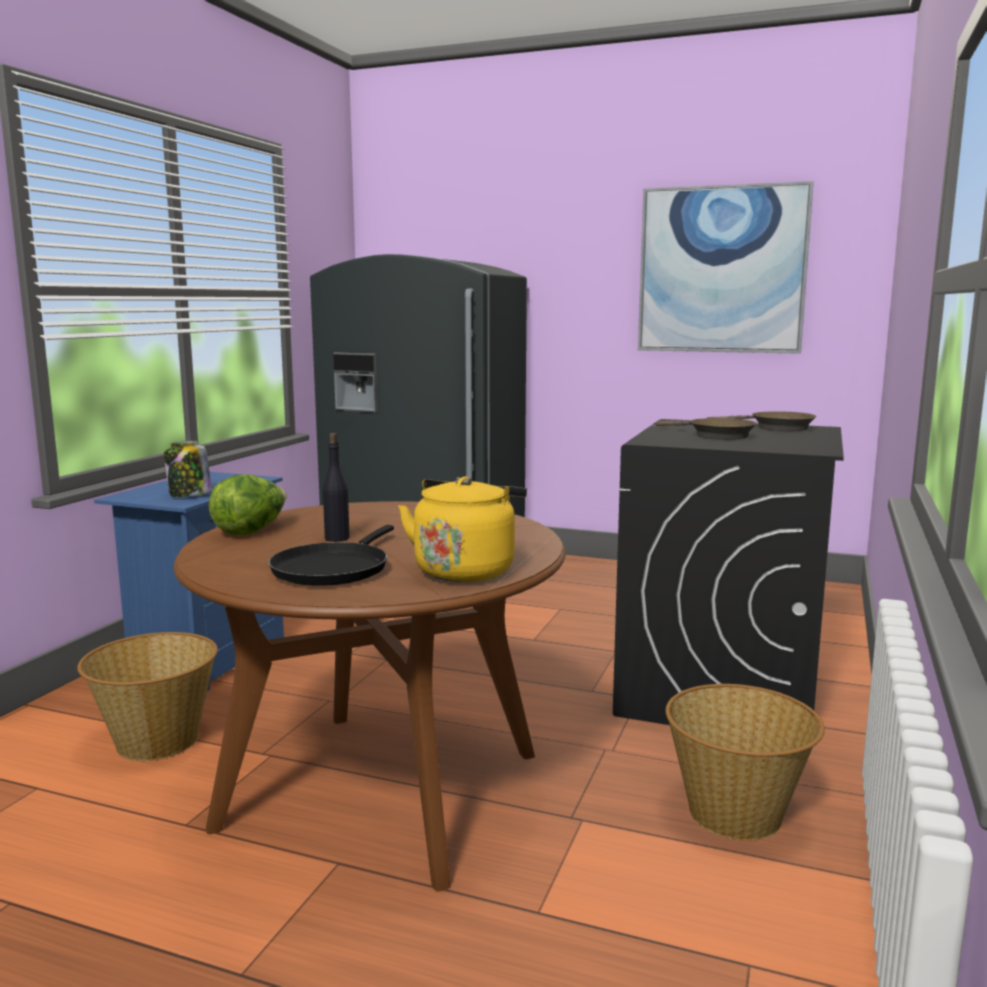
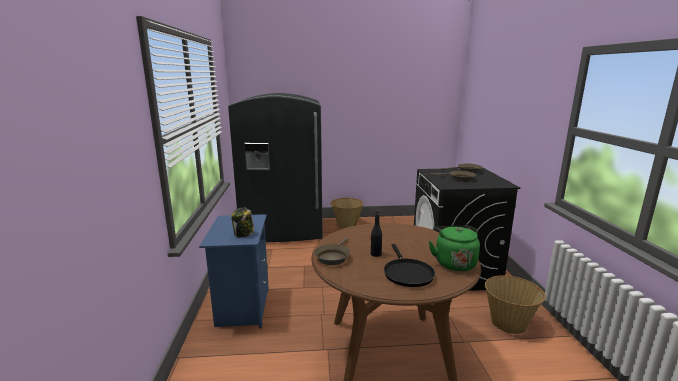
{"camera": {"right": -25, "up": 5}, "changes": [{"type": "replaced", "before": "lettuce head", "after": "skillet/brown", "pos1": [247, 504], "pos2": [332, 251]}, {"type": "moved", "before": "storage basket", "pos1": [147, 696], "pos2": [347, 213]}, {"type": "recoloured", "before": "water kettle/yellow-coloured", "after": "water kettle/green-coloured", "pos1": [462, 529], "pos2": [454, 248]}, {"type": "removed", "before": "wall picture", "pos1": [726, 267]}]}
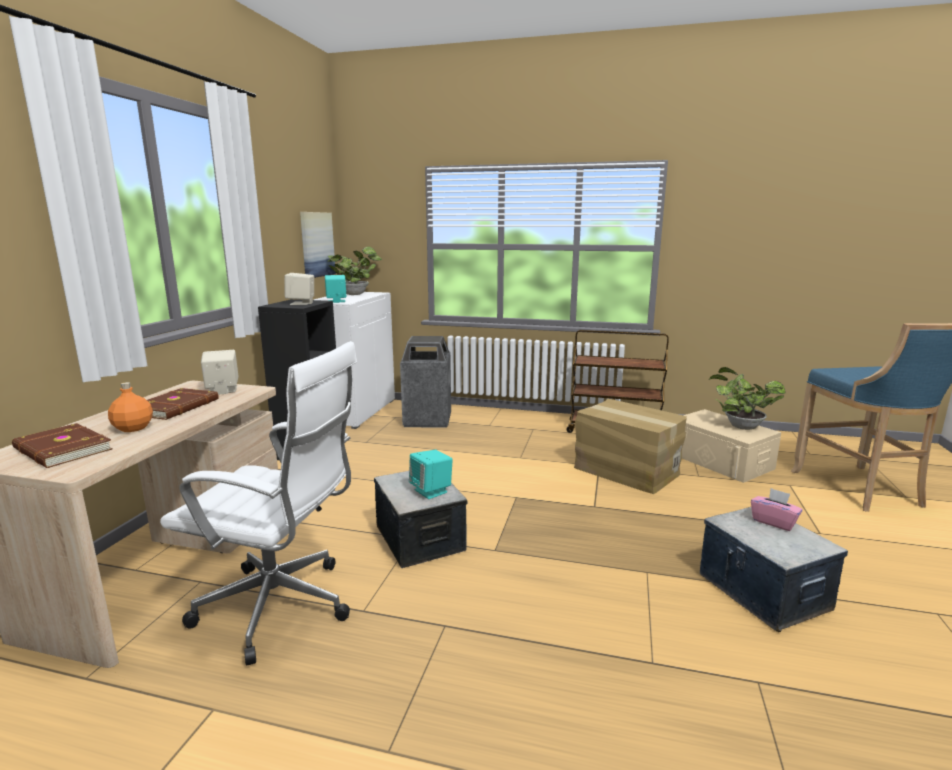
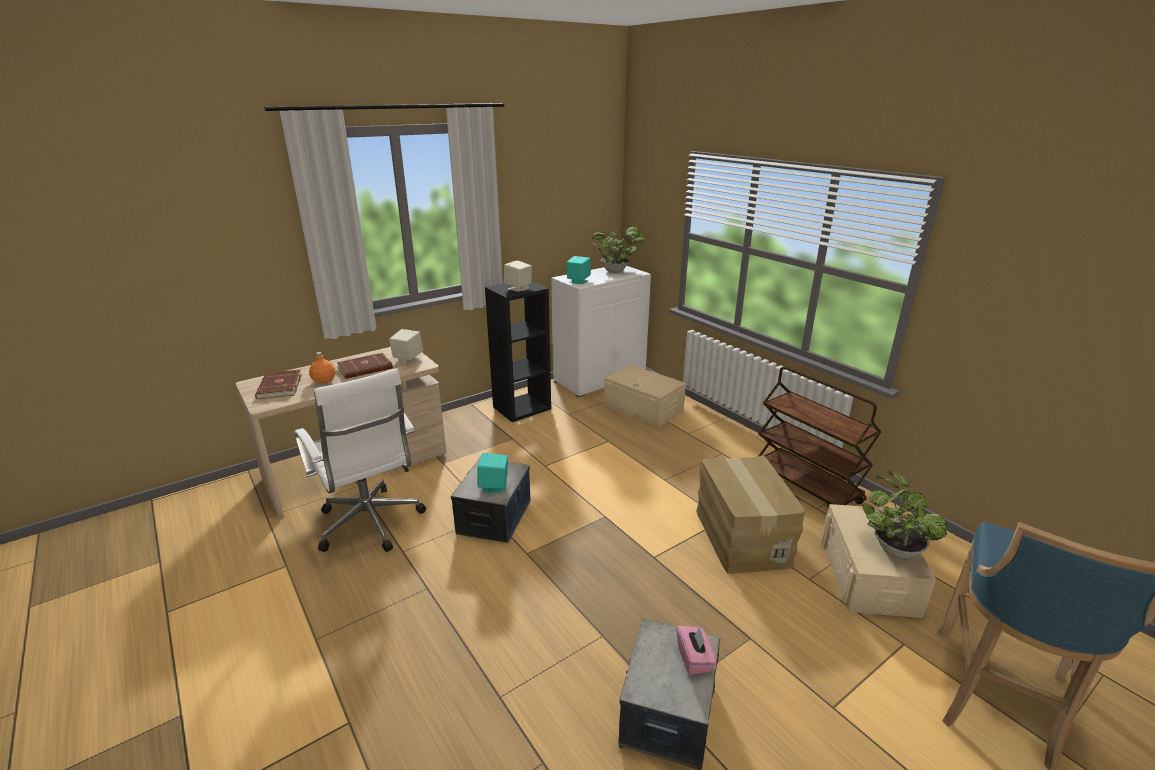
{"camera": {"right": 40, "up": 10}, "changes": [{"type": "replaced", "before": "rubbish bin", "after": "storage bin/beige-coloured", "pos1": [425, 382], "pos2": [645, 396]}, {"type": "removed", "before": "wall picture", "pos1": [318, 245]}]}
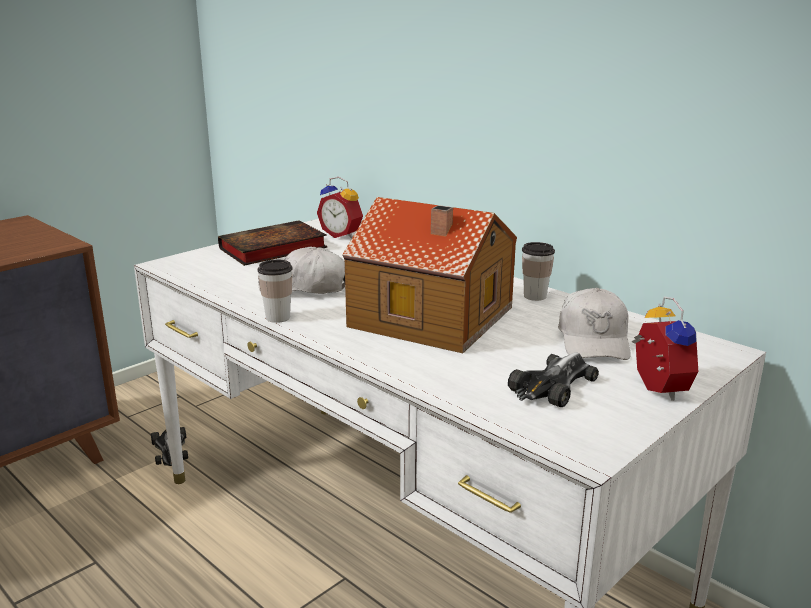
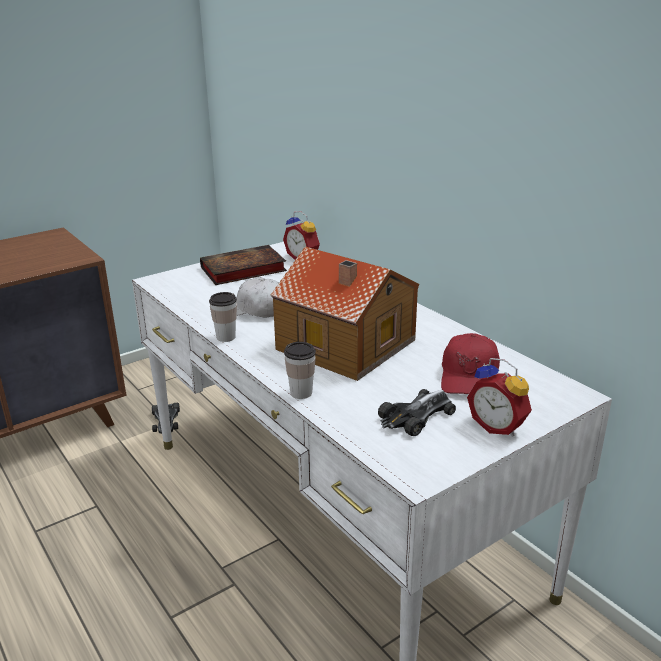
{"camera": {"right": 10, "up": 5}, "changes": [{"type": "moved", "before": "small cup", "pos1": [538, 271], "pos2": [300, 370]}, {"type": "recoloured", "before": "cap/white", "after": "cap/red", "pos1": [594, 324], "pos2": [470, 363]}, {"type": "turned", "before": "table clock", "pos1": [665, 348], "pos2": [499, 397], "turn": 135}]}
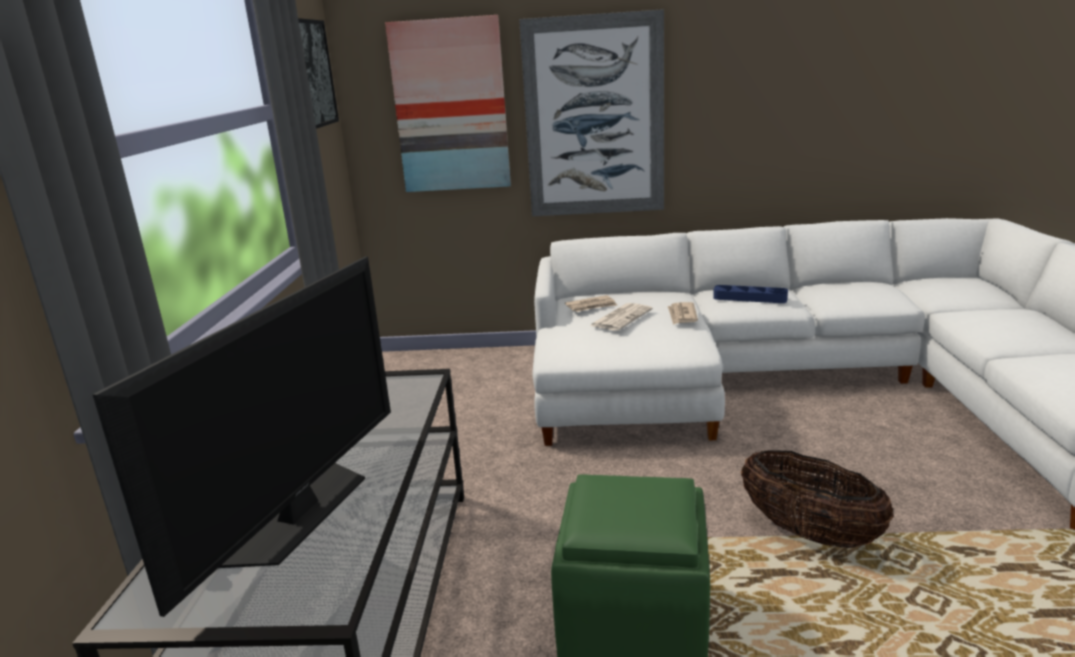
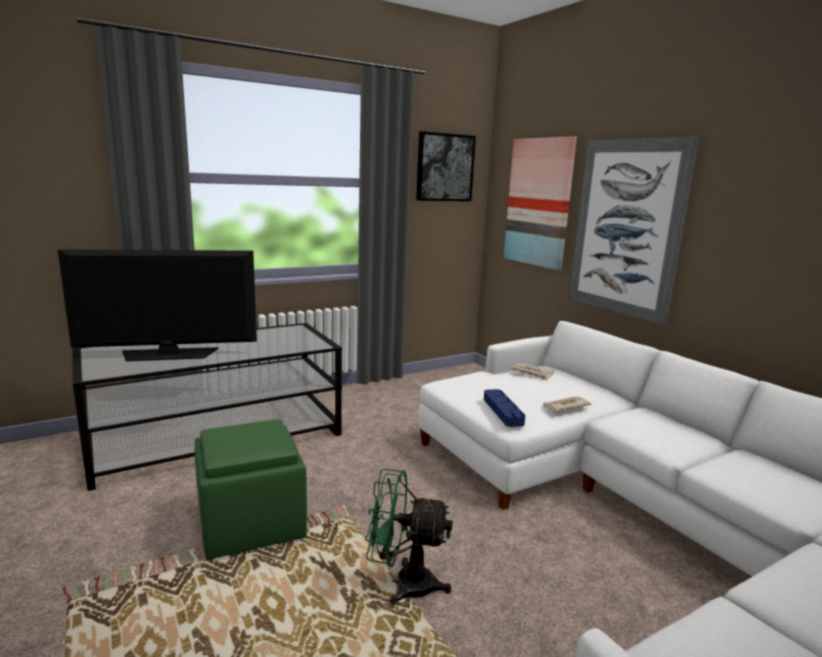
{"camera": {"right": 55, "up": -5}, "changes": [{"type": "replaced", "before": "storage basket", "after": "cooling fan/green-coloured", "pos1": [817, 499], "pos2": [409, 537]}, {"type": "moved", "before": "serving tray/bluish", "pos1": [750, 294], "pos2": [504, 408]}, {"type": "removed", "before": "newspaper", "pos1": [621, 317]}]}
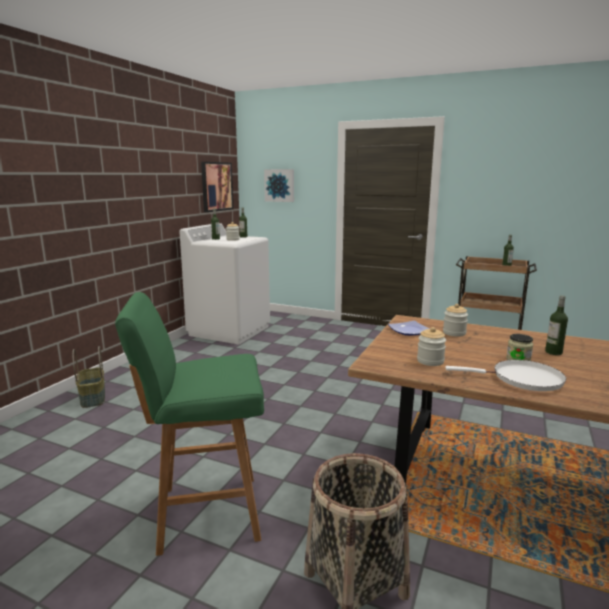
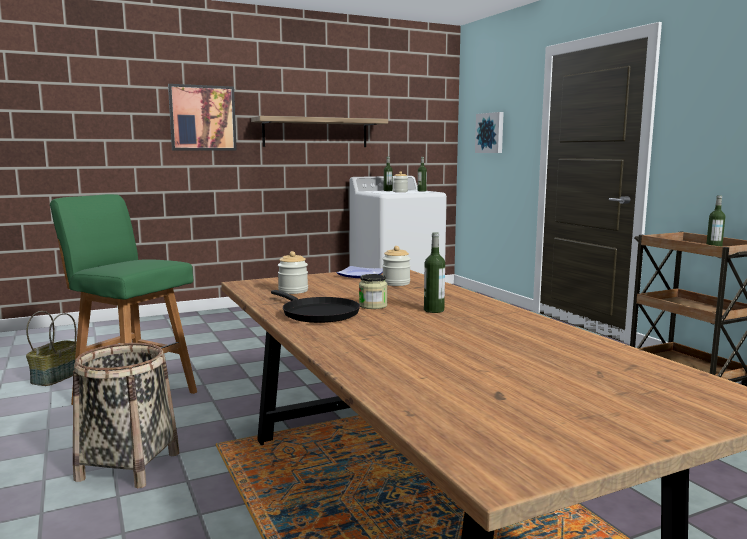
{"camera": {"right": 40, "up": -5}, "changes": [{"type": "moved", "before": "storage basket", "pos1": [88, 377], "pos2": [51, 348]}, {"type": "moved", "before": "wall picture", "pos1": [217, 187], "pos2": [202, 117]}, {"type": "added", "after": "shelf", "pos2": [319, 131]}, {"type": "recoloured", "before": "skillet/white", "after": "skillet/black-coloured", "pos1": [505, 375], "pos2": [315, 306]}]}
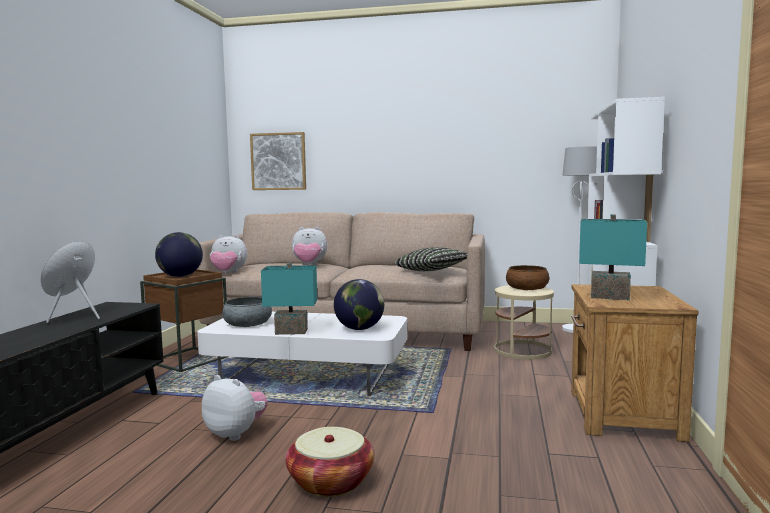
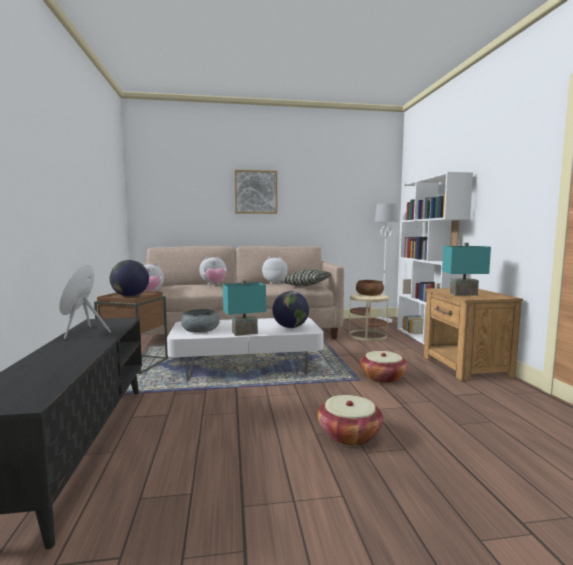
{"camera": {"right": -20, "up": 0}, "changes": [{"type": "moved", "before": "wall picture", "pos1": [278, 161], "pos2": [255, 192]}, {"type": "moved", "before": "cuddly toy", "pos1": [235, 408], "pos2": [275, 270]}, {"type": "added", "after": "storage basket", "pos2": [384, 367]}]}
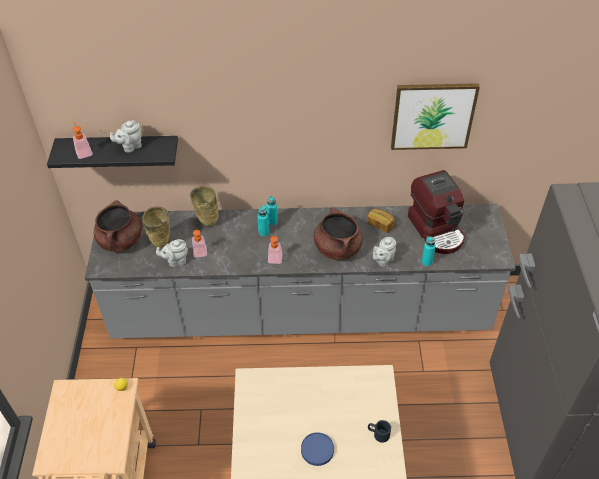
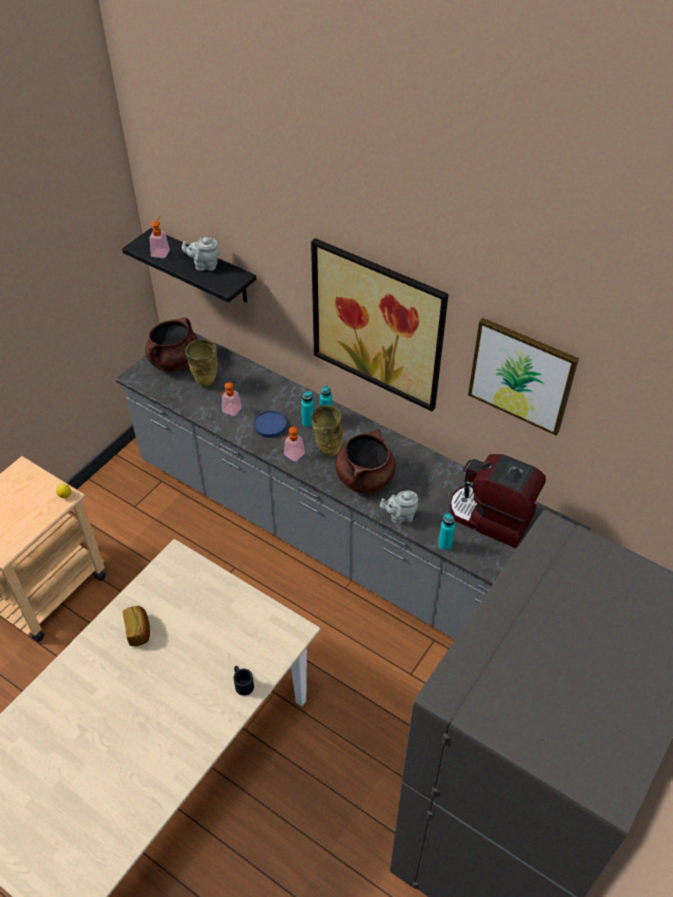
{"camera": {"right": 35, "up": 0}, "changes": [{"type": "moved", "before": "baked bread", "pos1": [381, 220], "pos2": [136, 626]}, {"type": "moved", "before": "flat dish/bluish", "pos1": [317, 449], "pos2": [270, 424]}, {"type": "added", "after": "wall picture", "pos2": [380, 324]}, {"type": "moved", "before": "decorative vase/beige-coloured", "pos1": [204, 206], "pos2": [327, 430]}, {"type": "turned", "before": "coffee maker", "pos1": [436, 212], "pos2": [497, 501], "turn": 105}, {"type": "removed", "before": "teapot/grey", "pos1": [172, 253]}]}
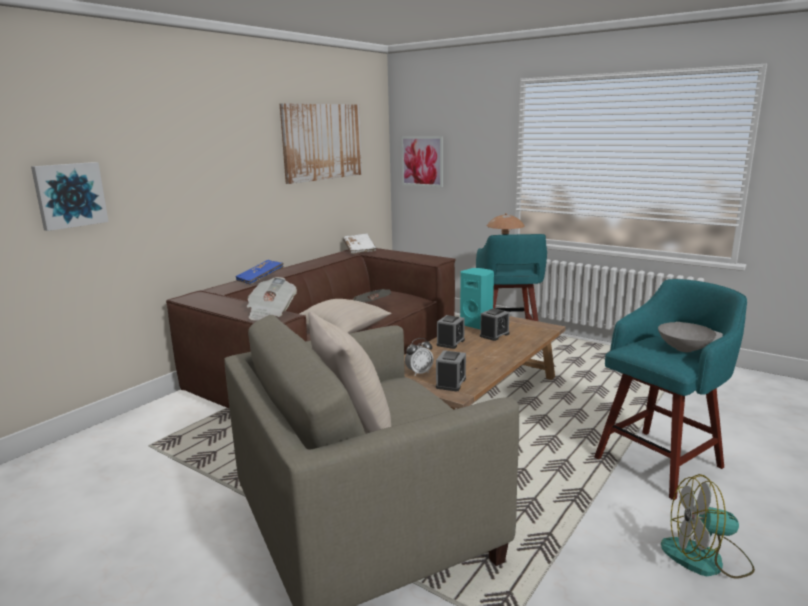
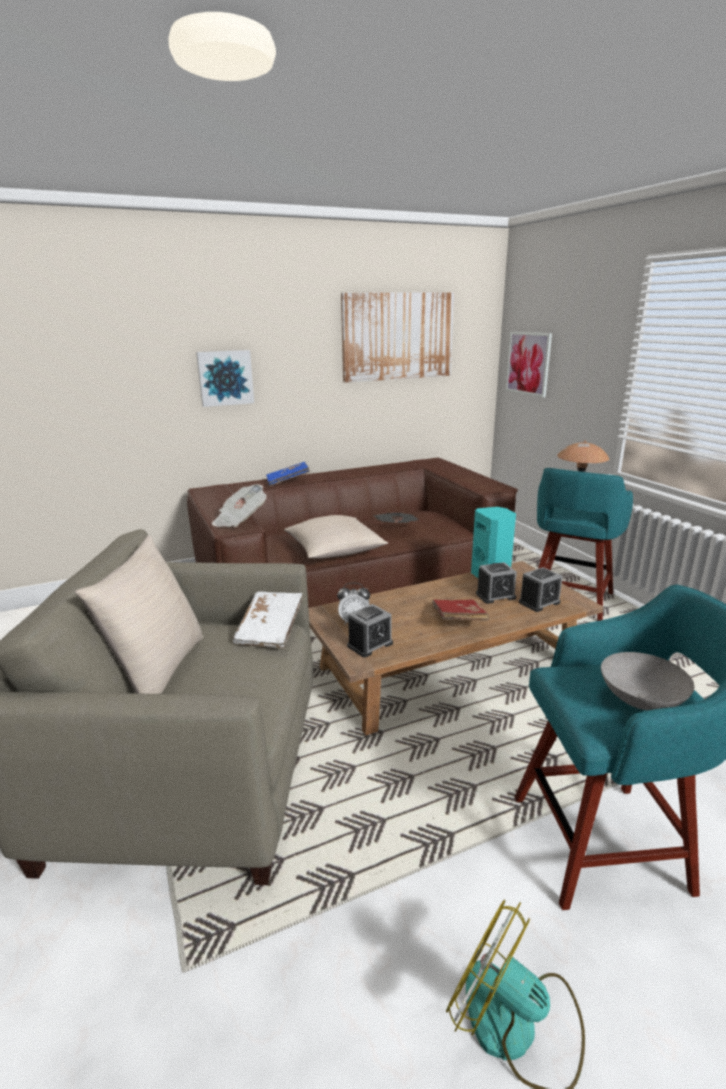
{"camera": {"right": 30, "up": 5}, "changes": [{"type": "moved", "before": "wall picture", "pos1": [70, 196], "pos2": [225, 378]}, {"type": "moved", "before": "bound book/white", "pos1": [360, 243], "pos2": [268, 619]}, {"type": "added", "after": "bound book/red", "pos2": [460, 610]}, {"type": "moved", "before": "table clock", "pos1": [451, 332], "pos2": [541, 589]}]}
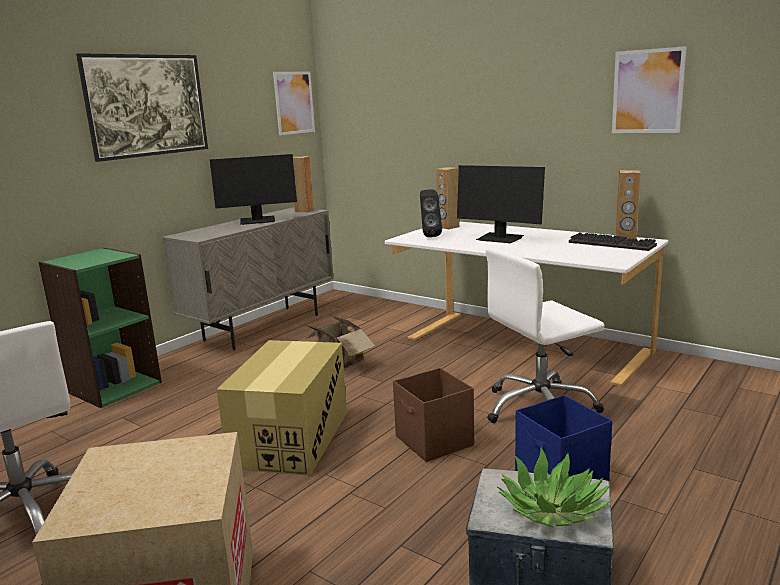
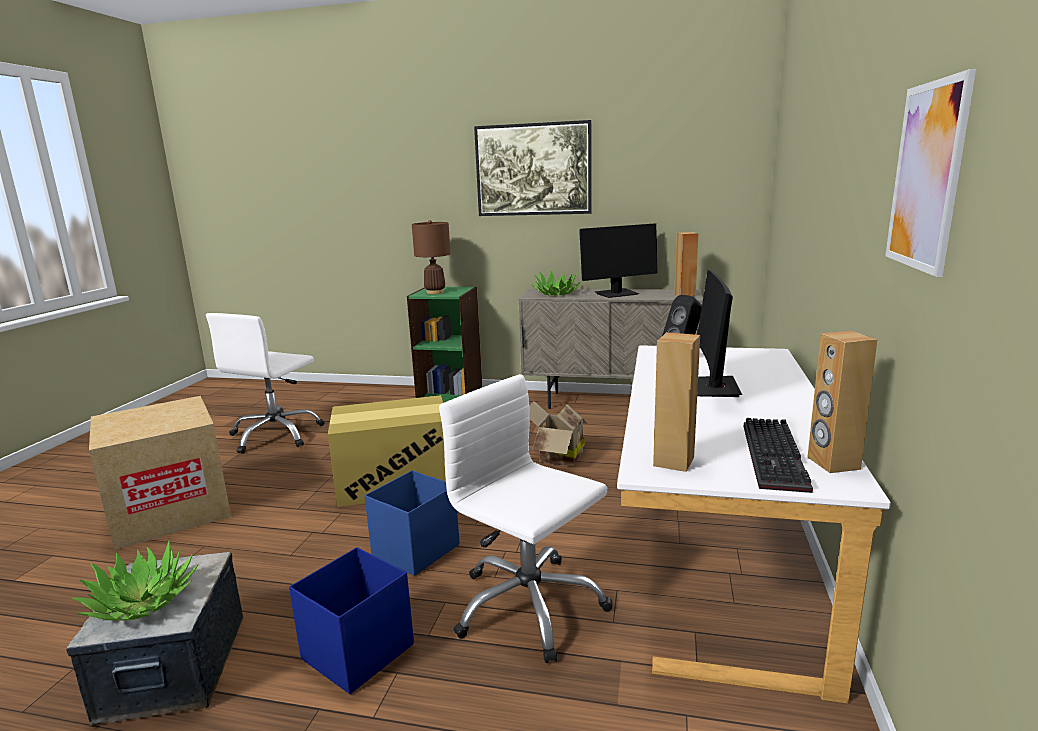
{"camera": {"right": 65, "up": 0}, "changes": [{"type": "recoloured", "before": "storage bin/brown", "after": "storage bin/bluish", "pos1": [433, 415], "pos2": [412, 523]}, {"type": "added", "after": "lamp for a table/brown", "pos2": [431, 257]}, {"type": "added", "after": "houseplant", "pos2": [556, 282]}, {"type": "turned", "before": "computer display", "pos1": [253, 189], "pos2": [618, 260], "turn": -75}, {"type": "moved", "before": "audio speaker/brown", "pos1": [447, 198], "pos2": [676, 402]}, {"type": "removed", "before": "wall picture", "pos1": [294, 103]}]}
